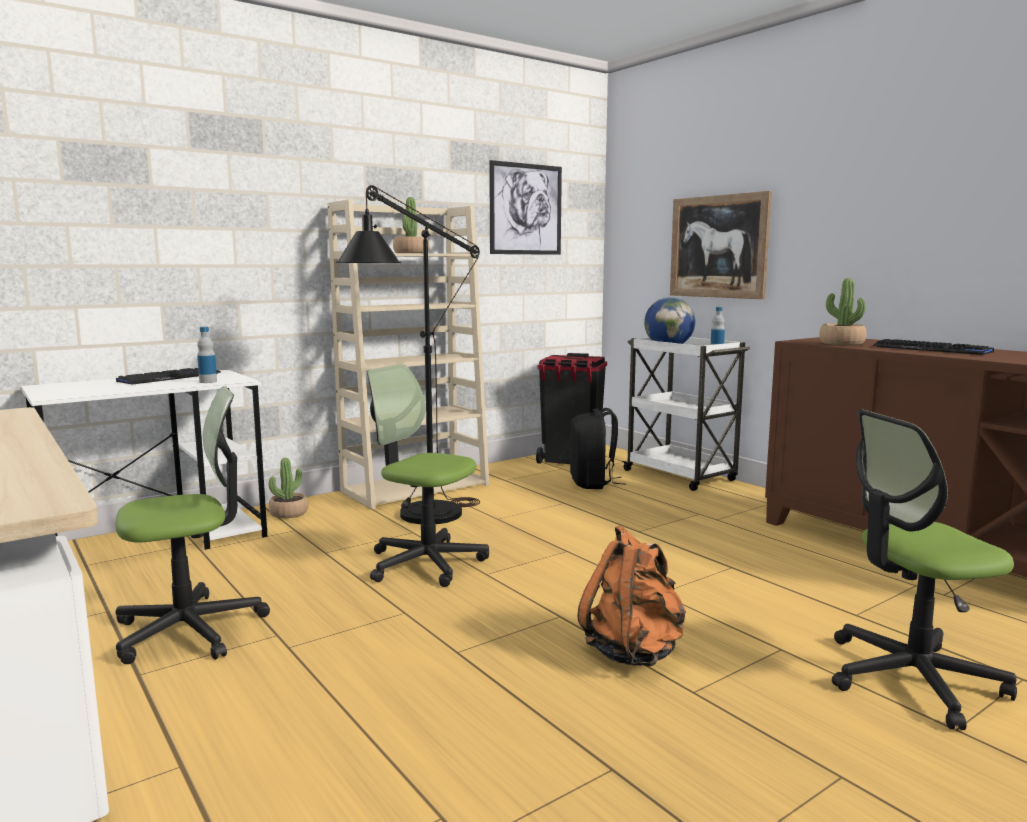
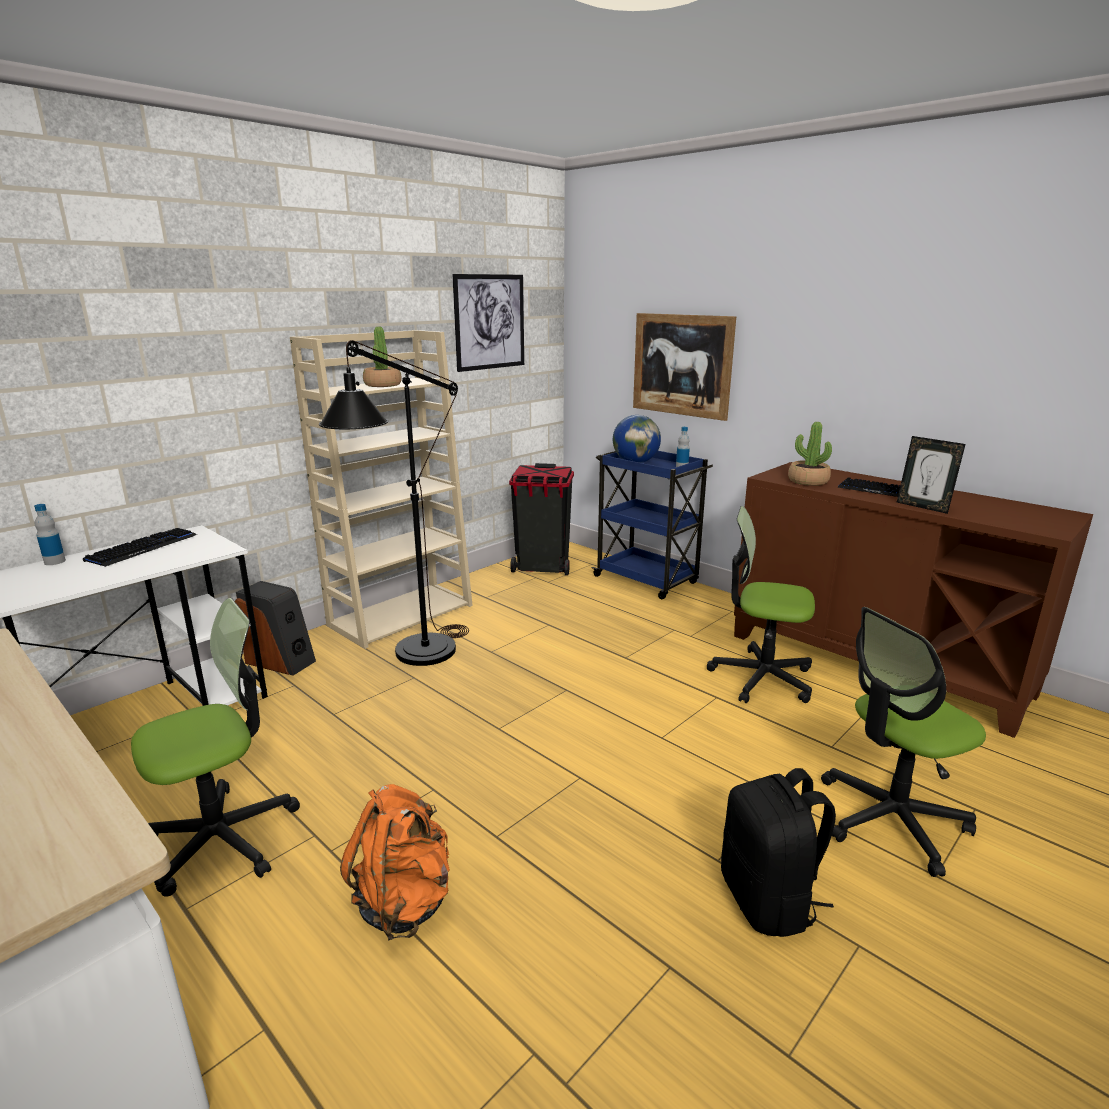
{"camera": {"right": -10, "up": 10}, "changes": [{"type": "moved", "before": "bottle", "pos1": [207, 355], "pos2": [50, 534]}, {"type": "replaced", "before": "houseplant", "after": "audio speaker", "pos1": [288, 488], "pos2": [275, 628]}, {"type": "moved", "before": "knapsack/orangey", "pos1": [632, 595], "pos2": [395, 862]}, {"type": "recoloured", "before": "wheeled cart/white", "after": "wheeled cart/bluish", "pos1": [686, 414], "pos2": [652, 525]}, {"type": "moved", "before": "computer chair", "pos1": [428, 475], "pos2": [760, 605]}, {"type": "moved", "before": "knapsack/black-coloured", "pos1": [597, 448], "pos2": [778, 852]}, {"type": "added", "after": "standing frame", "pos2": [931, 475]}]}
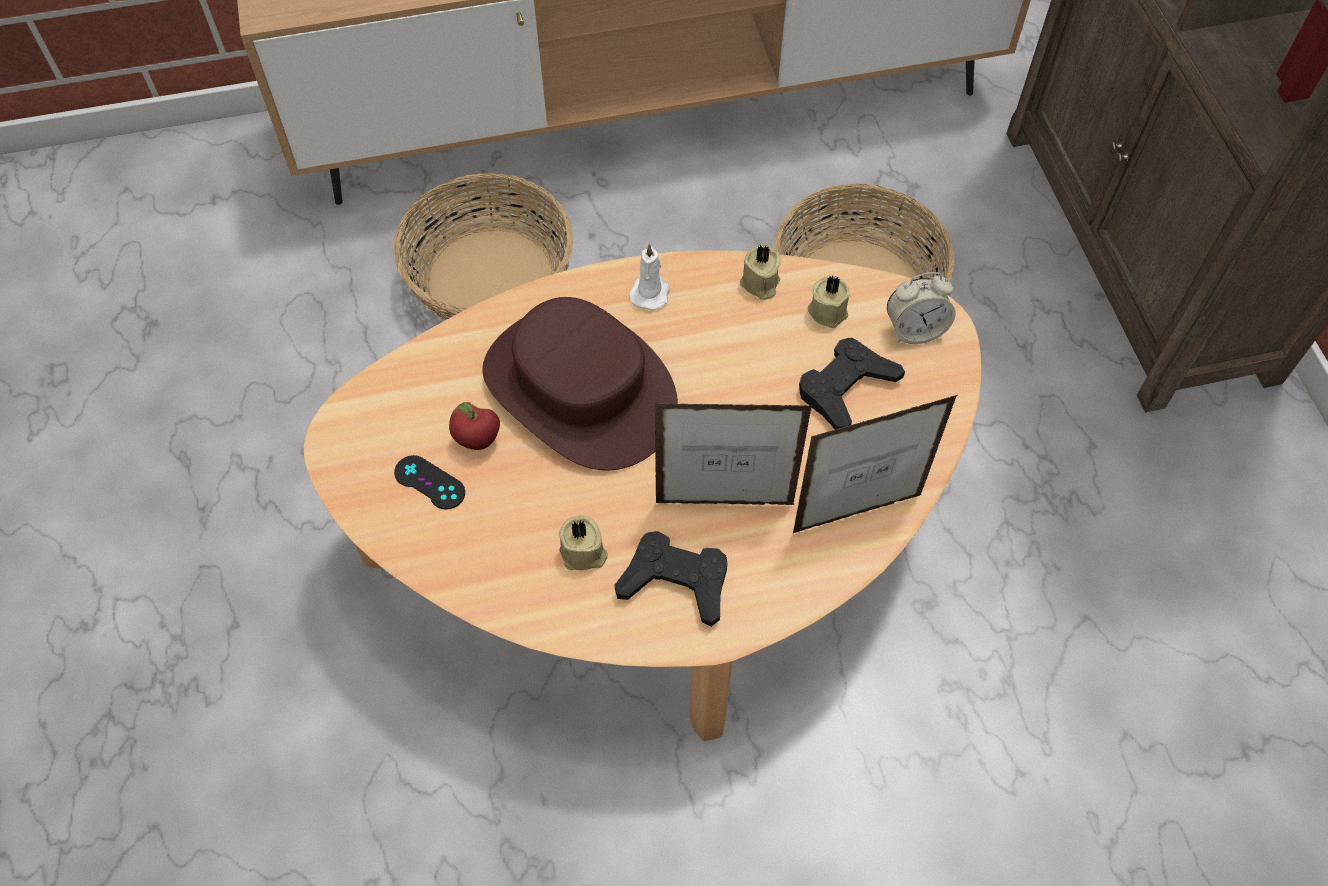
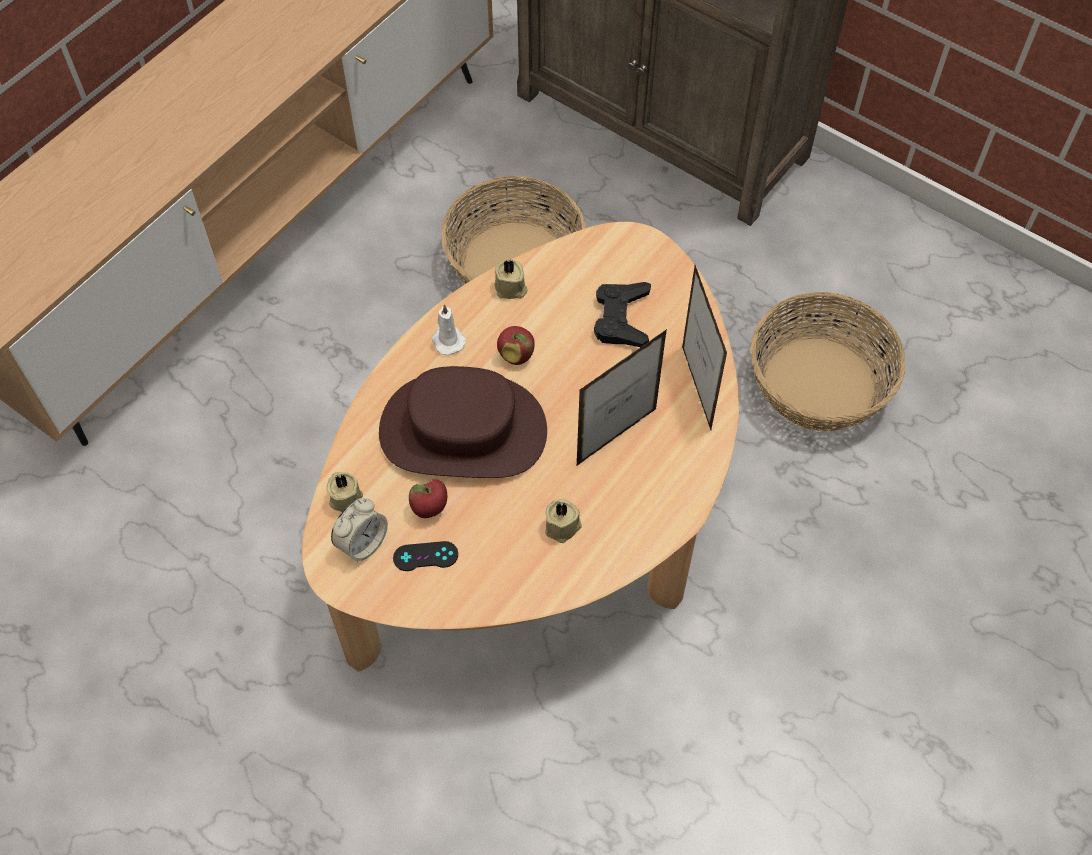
{"camera": {"right": -40, "up": 0}, "changes": [{"type": "moved", "before": "wax candle/beige-coloured", "pos1": [828, 301], "pos2": [344, 492]}, {"type": "moved", "before": "table clock", "pos1": [921, 308], "pos2": [359, 530]}, {"type": "added", "after": "apple", "pos2": [516, 345]}, {"type": "turned", "before": "standing frame", "pos1": [875, 464], "pos2": [704, 347], "turn": -45}, {"type": "moved", "before": "storage basket", "pos1": [483, 246], "pos2": [828, 362]}, {"type": "removed", "before": "gamepad/black-coloured", "pos1": [671, 579]}]}
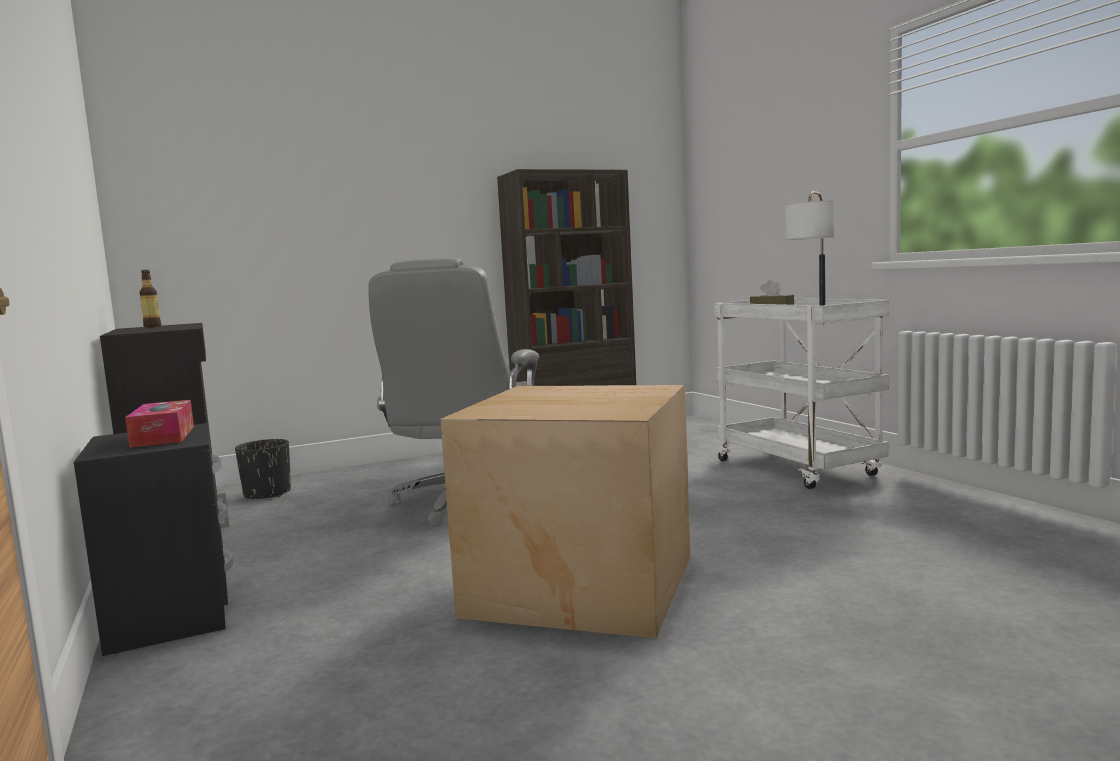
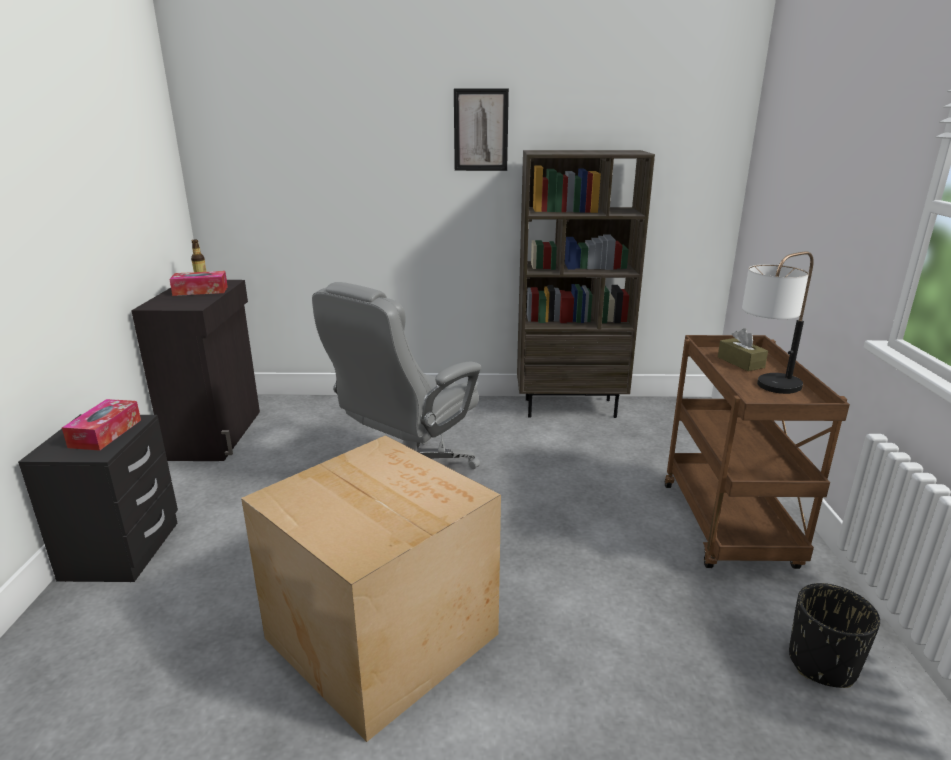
{"camera": {"right": 25, "up": 15}, "changes": [{"type": "added", "after": "tissue box", "pos2": [198, 283]}, {"type": "added", "after": "wall picture", "pos2": [481, 129]}, {"type": "recoloured", "before": "wheeled cart/white", "after": "wheeled cart/brown", "pos1": [801, 394], "pos2": [757, 452]}, {"type": "moved", "before": "planter/black-coloured", "pos1": [263, 469], "pos2": [834, 635]}]}
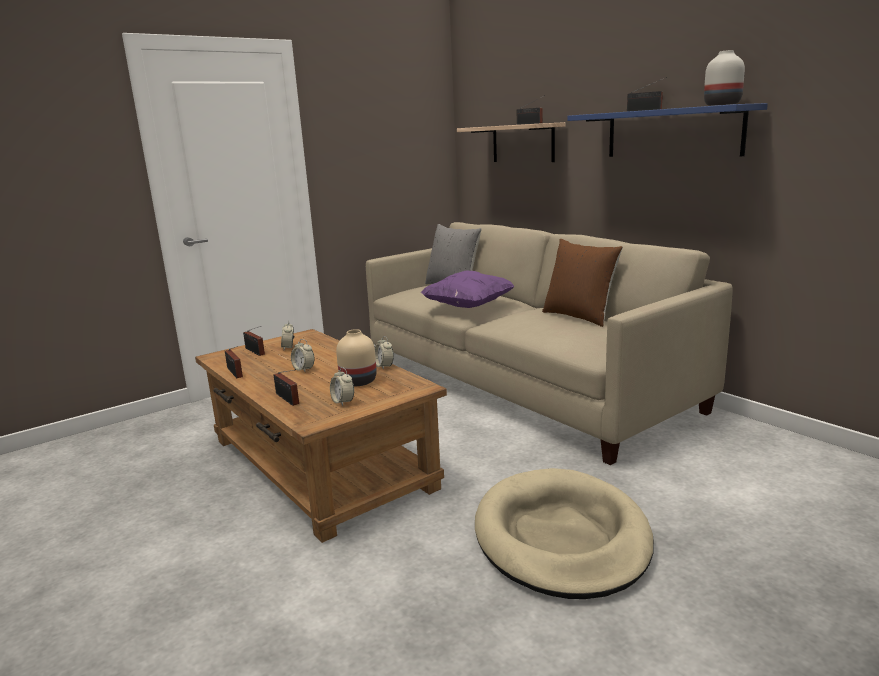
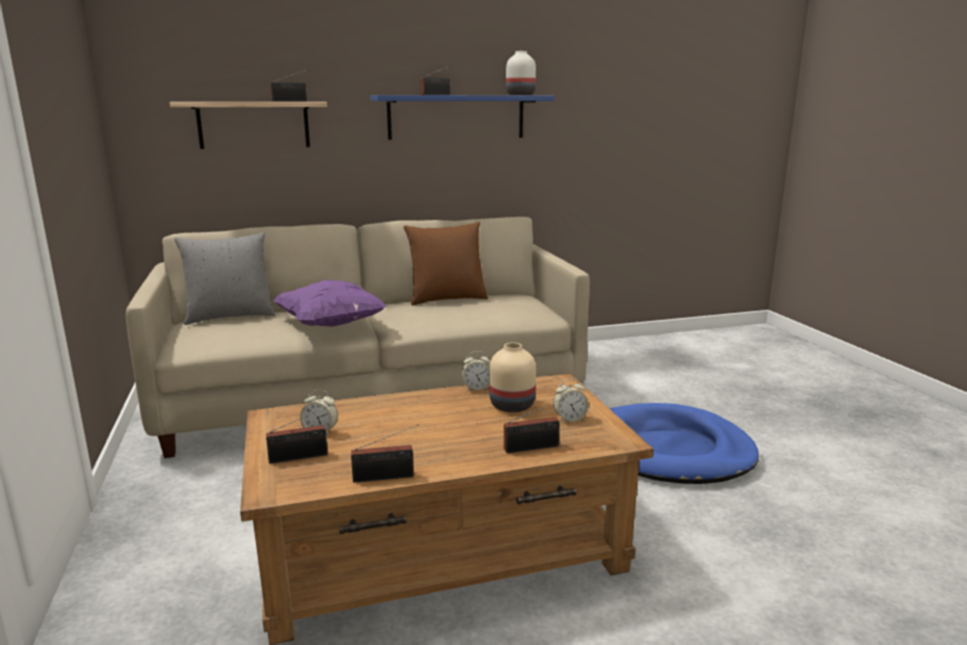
{"camera": {"right": -70, "up": 0}, "changes": [{"type": "recoloured", "before": "pet bed/beige-coloured", "after": "pet bed/bluish", "pos1": [564, 533], "pos2": [684, 443]}, {"type": "removed", "before": "table clock", "pos1": [303, 355]}]}
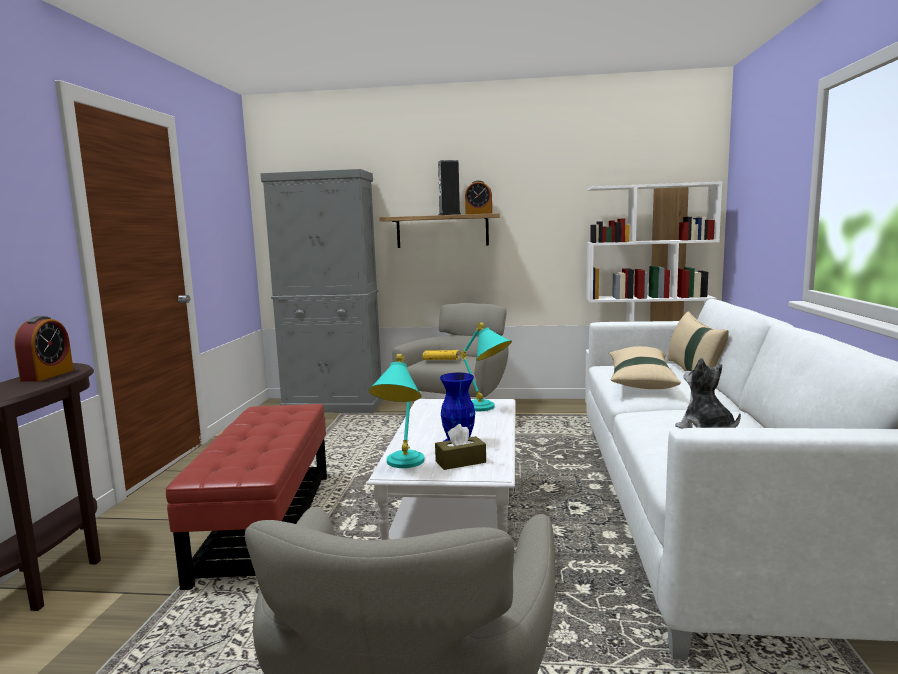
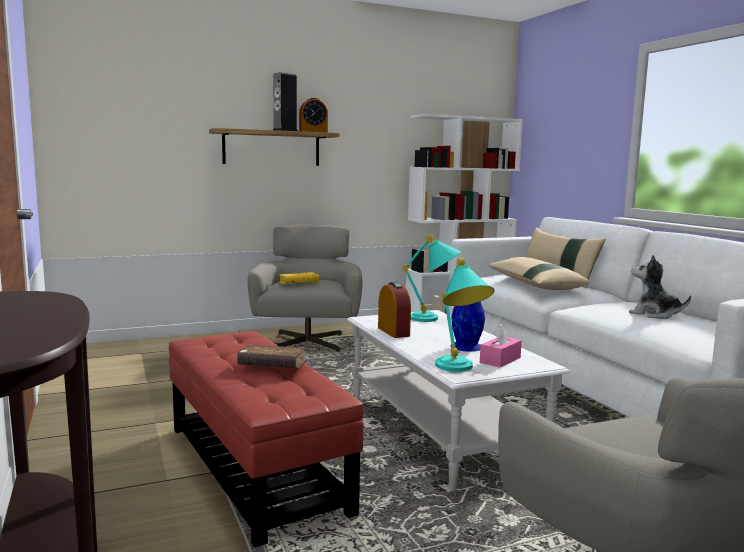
{"camera": {"right": -30, "up": 0}, "changes": [{"type": "added", "after": "bound book/brown", "pos2": [272, 356]}, {"type": "moved", "before": "table clock", "pos1": [44, 349], "pos2": [394, 310]}, {"type": "recoloured", "before": "tissue box/brown", "after": "tissue box/pink", "pos1": [460, 447], "pos2": [501, 346]}, {"type": "removed", "before": "cupboard/grey", "pos1": [322, 291]}]}
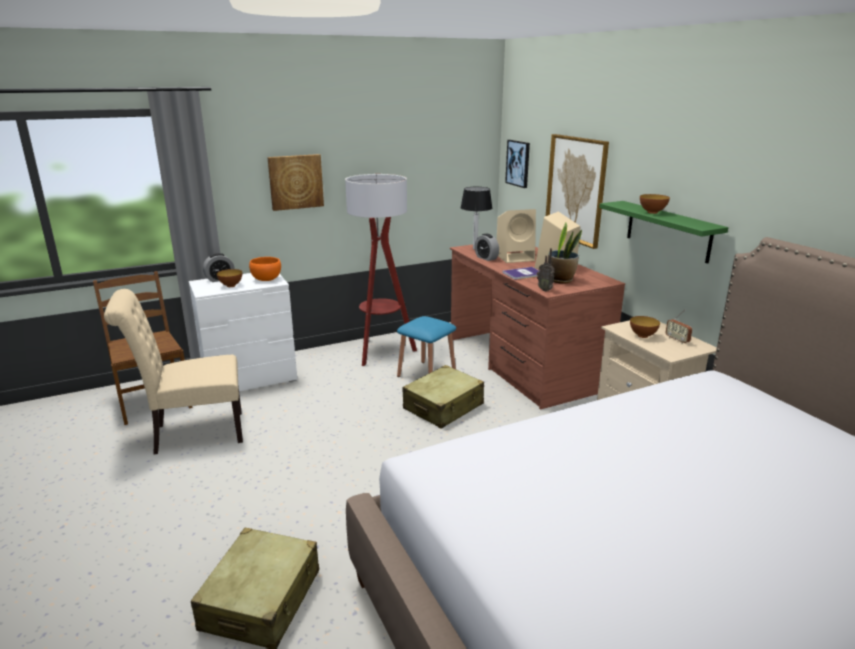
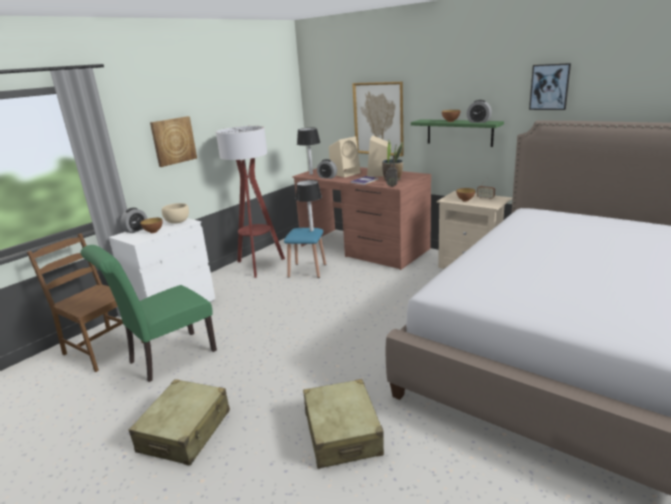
{"camera": {"right": -25, "up": 0}, "changes": [{"type": "recoloured", "before": "chair/beige-coloured", "after": "chair/green-coloured", "pos1": [173, 372], "pos2": [149, 313]}, {"type": "moved", "before": "piece of luggage/beige-coloured", "pos1": [443, 397], "pos2": [179, 422]}, {"type": "recoloured", "before": "serving bowl/orangey", "after": "serving bowl/beige-coloured", "pos1": [265, 269], "pos2": [175, 213]}, {"type": "added", "after": "lamp for a table", "pos2": [309, 205]}, {"type": "added", "after": "table clock", "pos2": [479, 111]}, {"type": "moved", "before": "wall picture", "pos1": [517, 164], "pos2": [550, 86]}]}
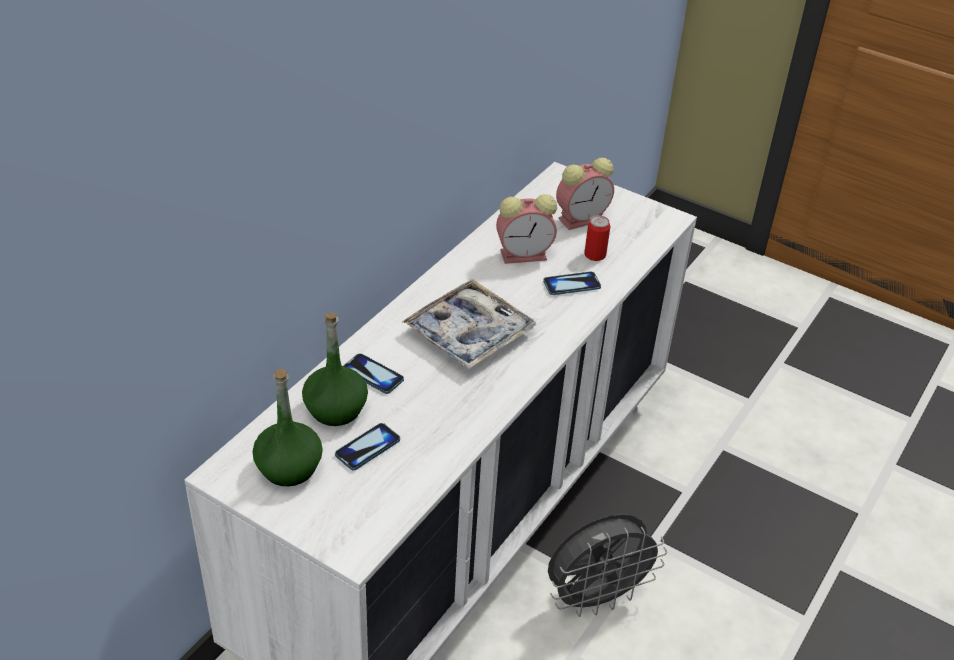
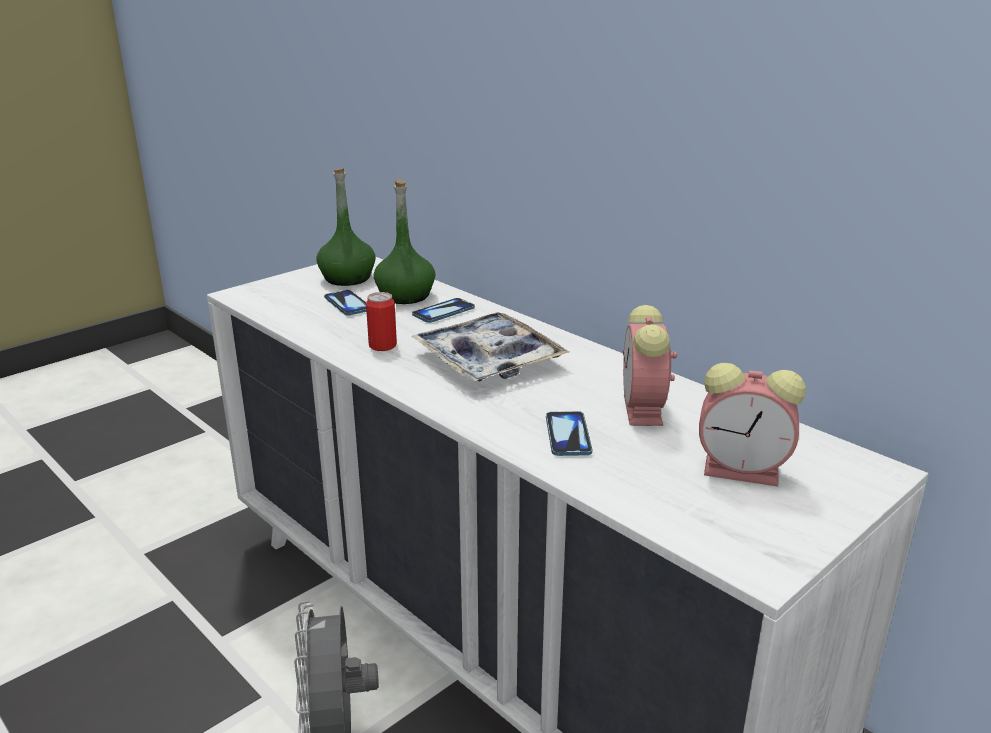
{"camera": {"right": 105, "up": -15}, "changes": [{"type": "moved", "before": "metal can", "pos1": [597, 238], "pos2": [381, 321]}, {"type": "turned", "before": "table clock", "pos1": [585, 194], "pos2": [752, 425], "turn": -60}]}
